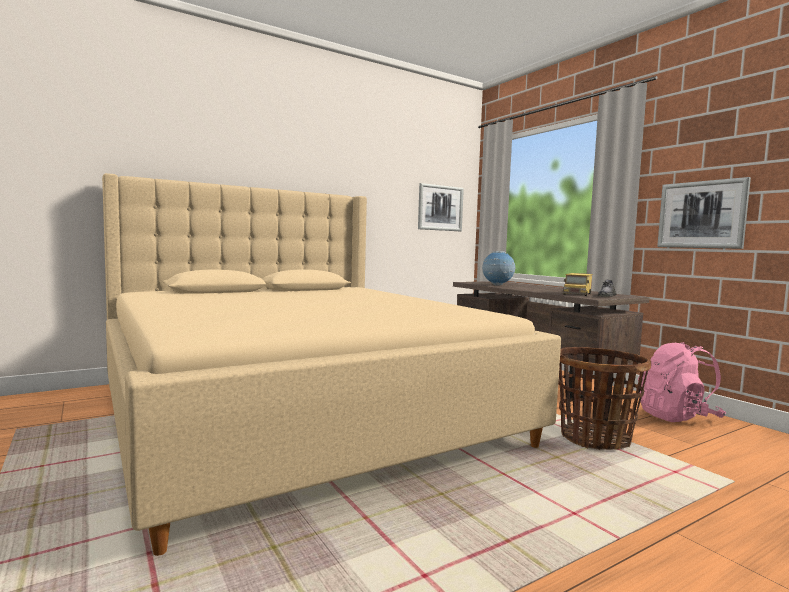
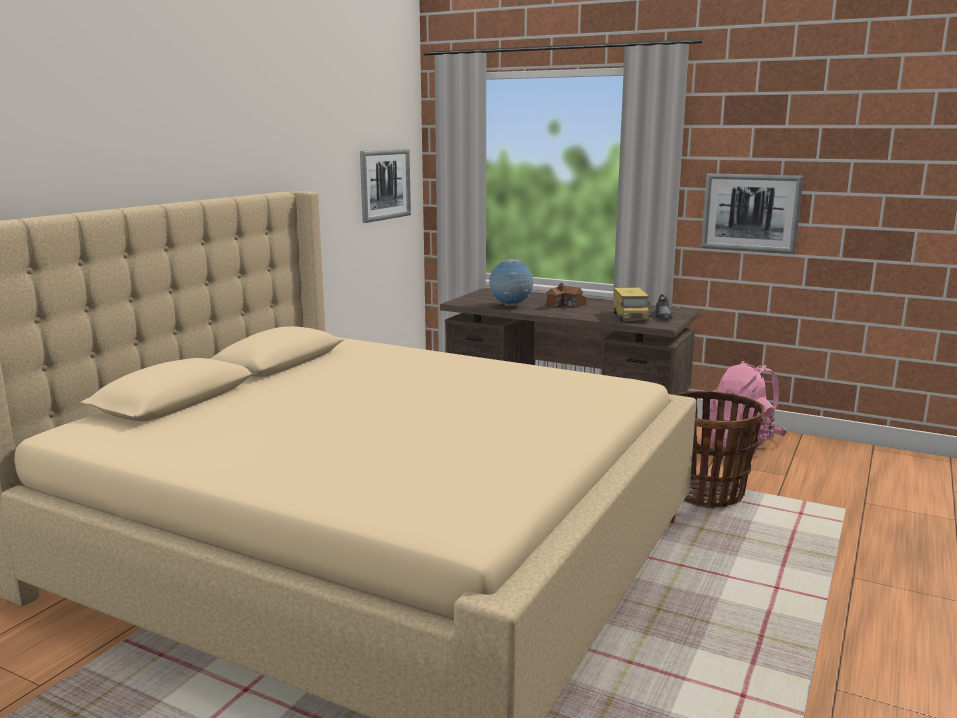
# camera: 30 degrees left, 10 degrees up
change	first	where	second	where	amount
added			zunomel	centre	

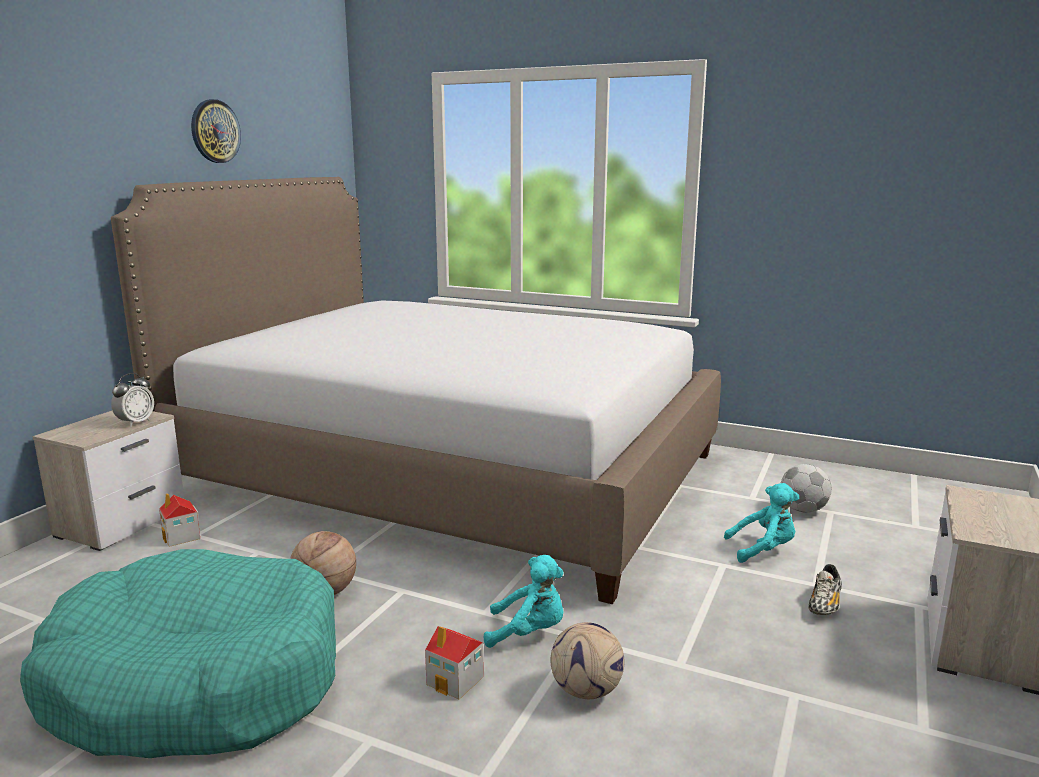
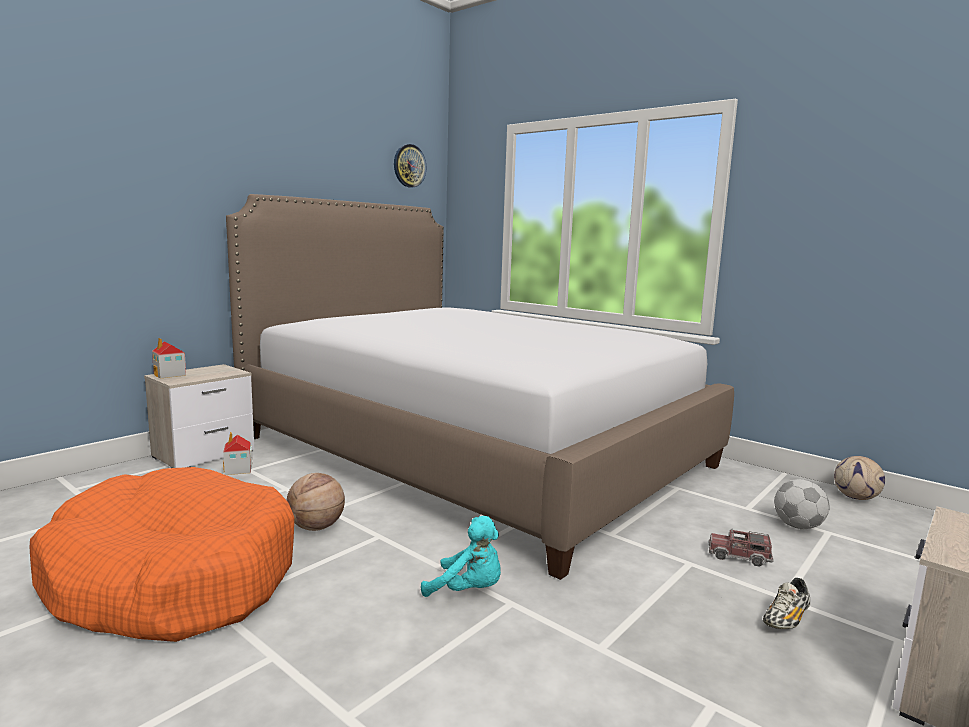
# camera: 15 degrees right, 5 degrees down
change	first	where	second	where	amount
recoloured	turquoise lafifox	bottom left	orange lafifox	bottom left	
removed	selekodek	middle left			
moved	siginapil	top left		top centre	
moved	zunomel (2nd from left in the first image)	bottom centre	zunomel (1st from left)	middle left	
moved	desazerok (1st from left in the first image)	bottom centre	desazerok (2nd from left)	middle right	
replaced	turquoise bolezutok (2nd from left)	bottom right	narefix	bottom right	

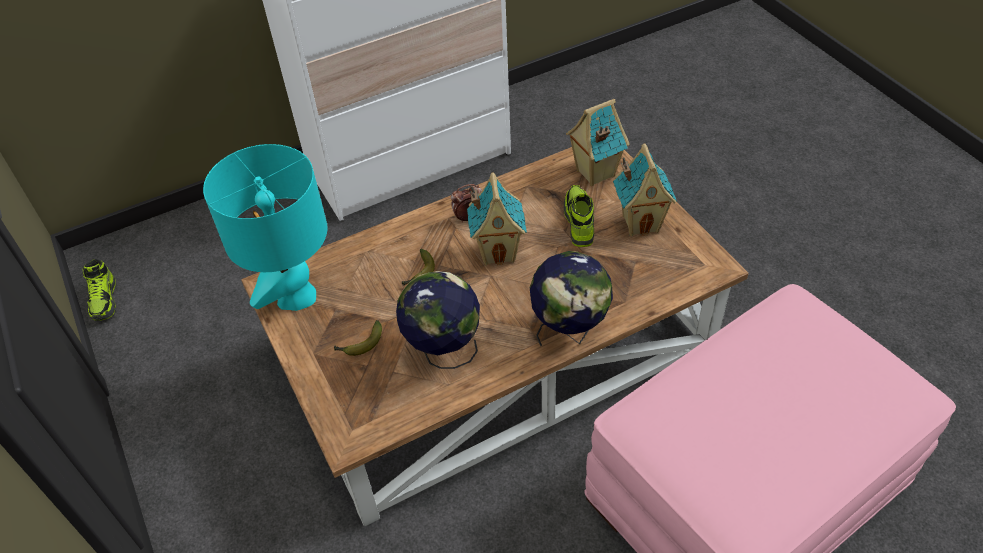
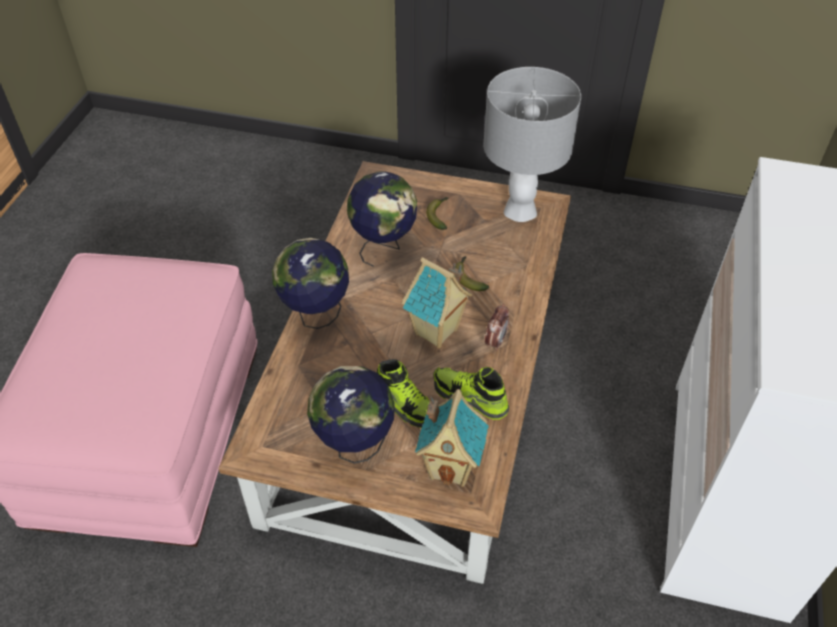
# camera: 130 degrees right, 0 degrees up
change	first	where	second	where	amount
moved	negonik (1st from left in the first image)	middle left	negonik (2nd from left)	centre	
recoloured	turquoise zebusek	middle left	grey zebusek	top centre	
replaced	zunomel (3rd from left)	centre	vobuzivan (2nd from left)	centre	

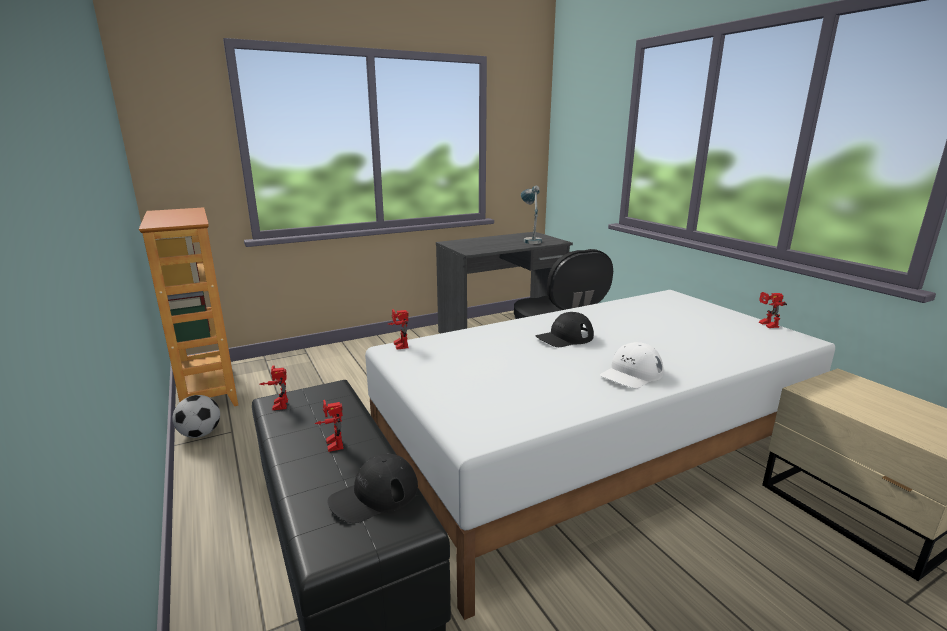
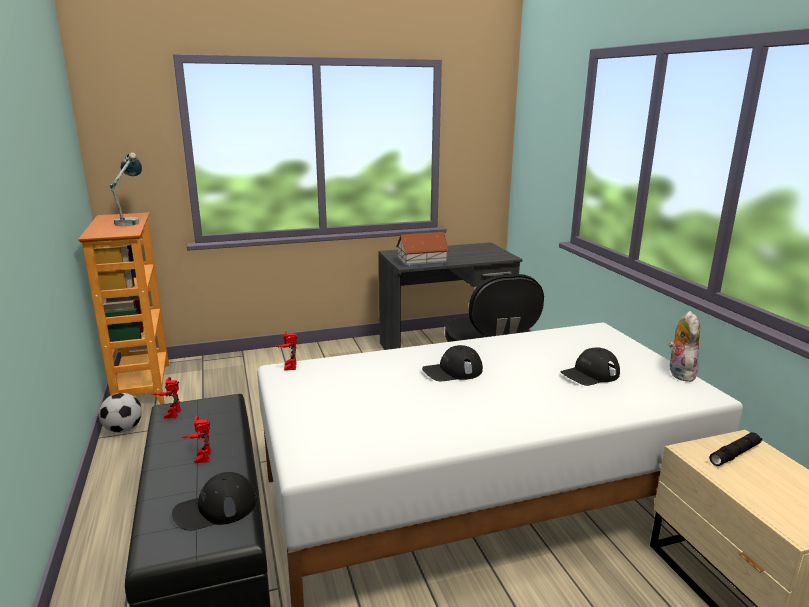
# camera: 10 degrees right, 0 degrees up
change	first	where	second	where	amount
moved	zebusek	centre		top left	
removed	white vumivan	middle right			
replaced	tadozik (4th from left)	middle right	bolezutok	middle right	
added			zunomel	centre	
added			black vumivan (3rd from left)	middle right	
added			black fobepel	bottom right	

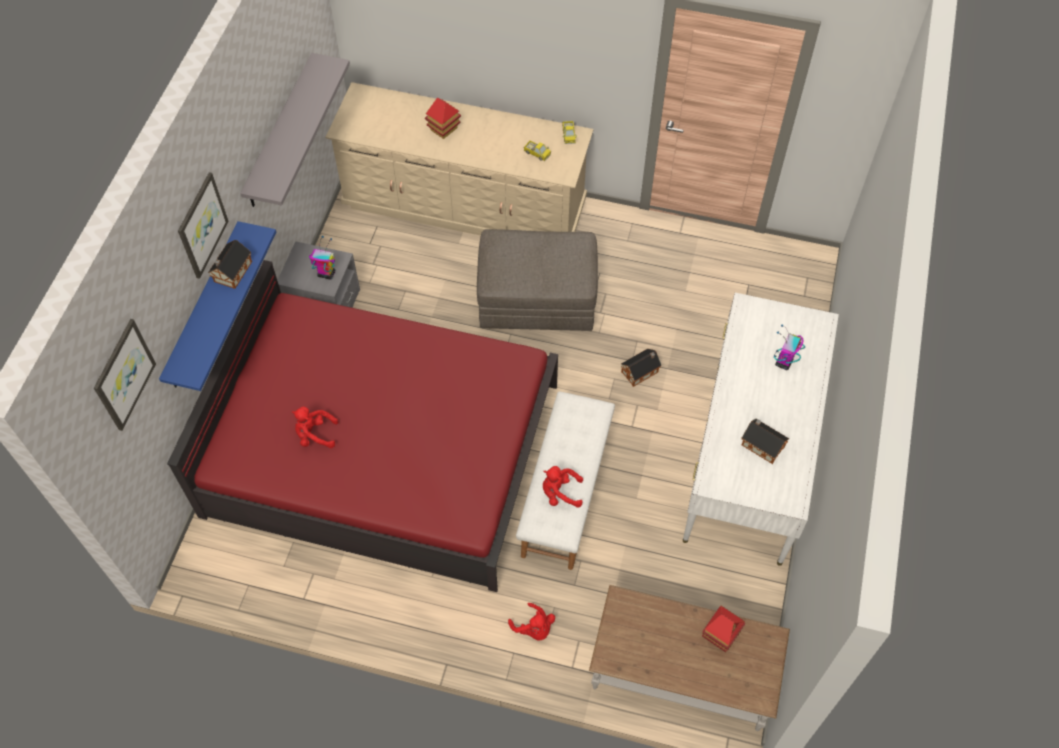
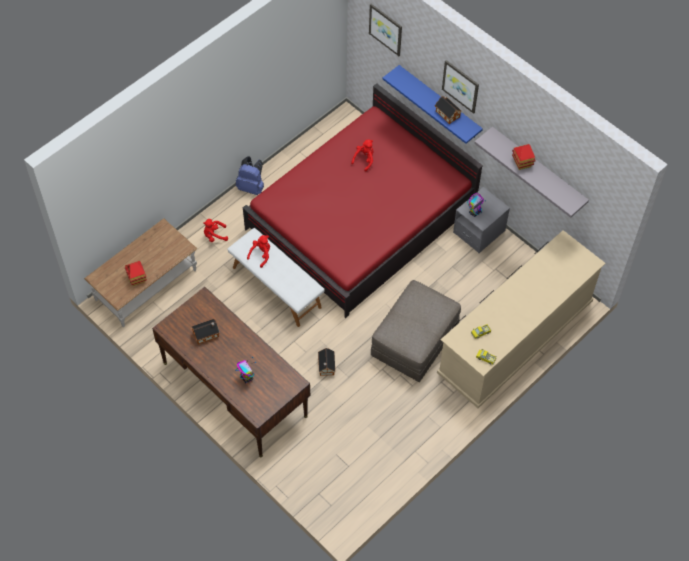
# camera: 120 degrees right, 0 degrees up
change	first	where	second	where	amount
moved	zunomel (2nd from left in the first image)	top centre	zunomel (5th from left)	top right	
recoloured	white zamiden	middle right	brown zamiden	centre	
added			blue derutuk	top centre	

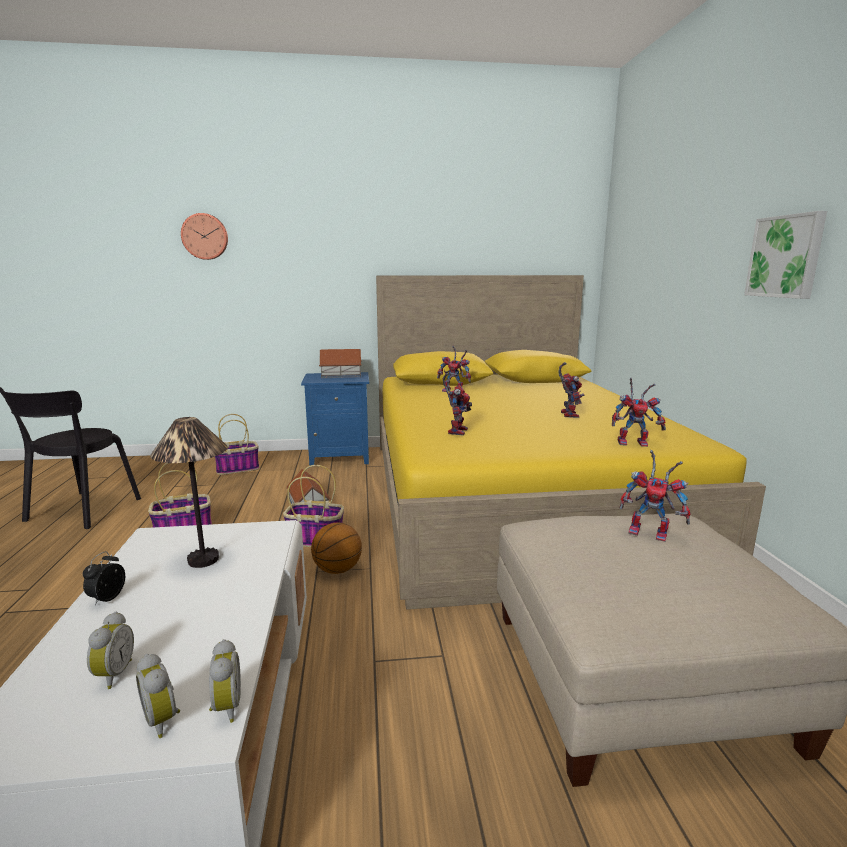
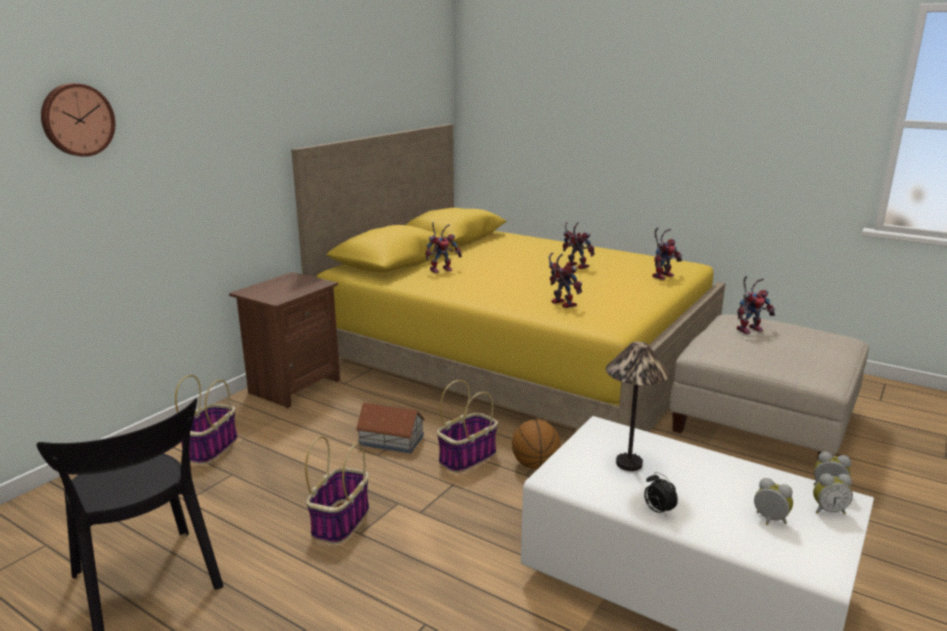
# camera: 50 degrees left, 5 degrees up
change	first	where	second	where	amount
recoloured	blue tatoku	centre	brown tatoku	middle left	
removed	zunomel (2nd from left)	centre			
removed	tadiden	top right			

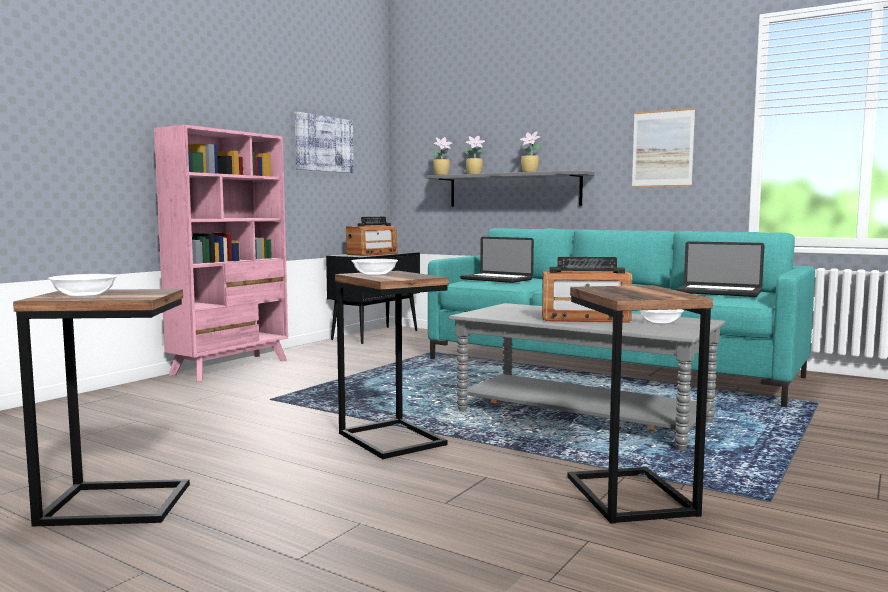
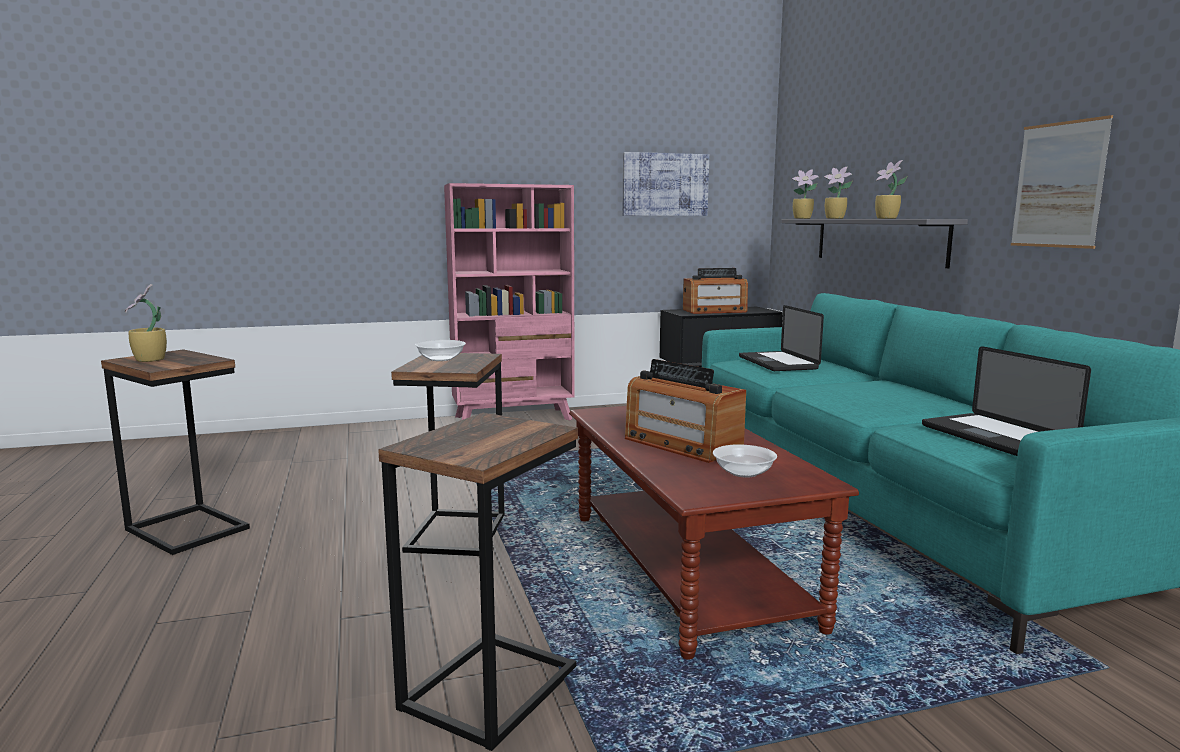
# camera: 40 degrees right, 5 degrees up
change	first	where	second	where	amount
replaced	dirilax (1st from left)	middle left	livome (1st from left)	middle left	
recoloured	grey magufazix	centre	brown magufazix	bottom centre	

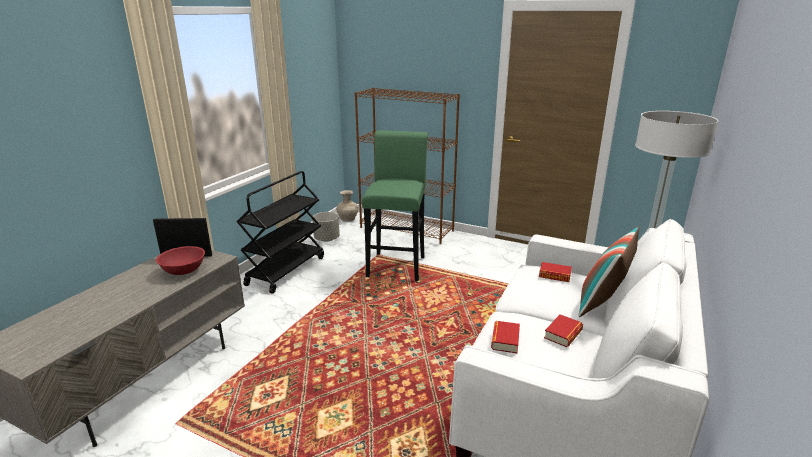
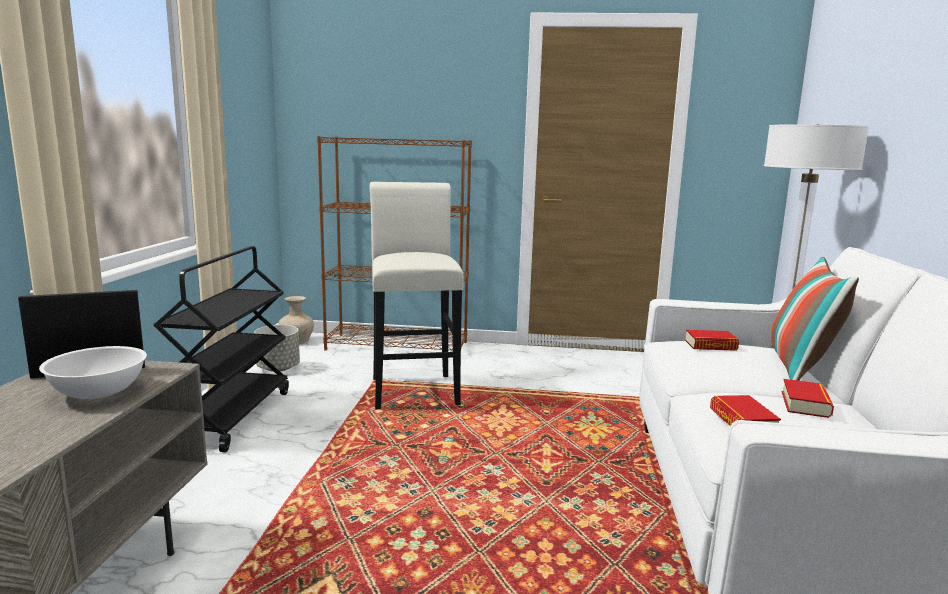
# camera: 20 degrees left, 10 degrees down
change	first	where	second	where	amount
recoloured	red dirilax	middle left	white dirilax	middle left	
recoloured	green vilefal	centre	white vilefal	centre	

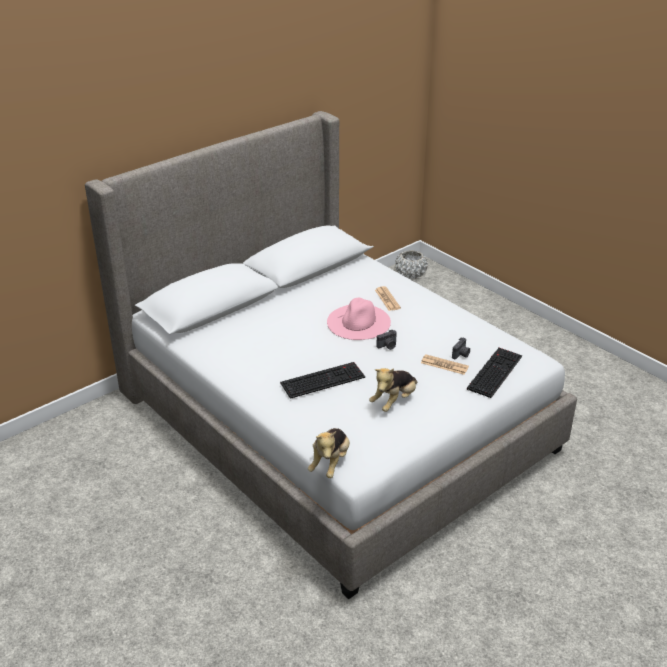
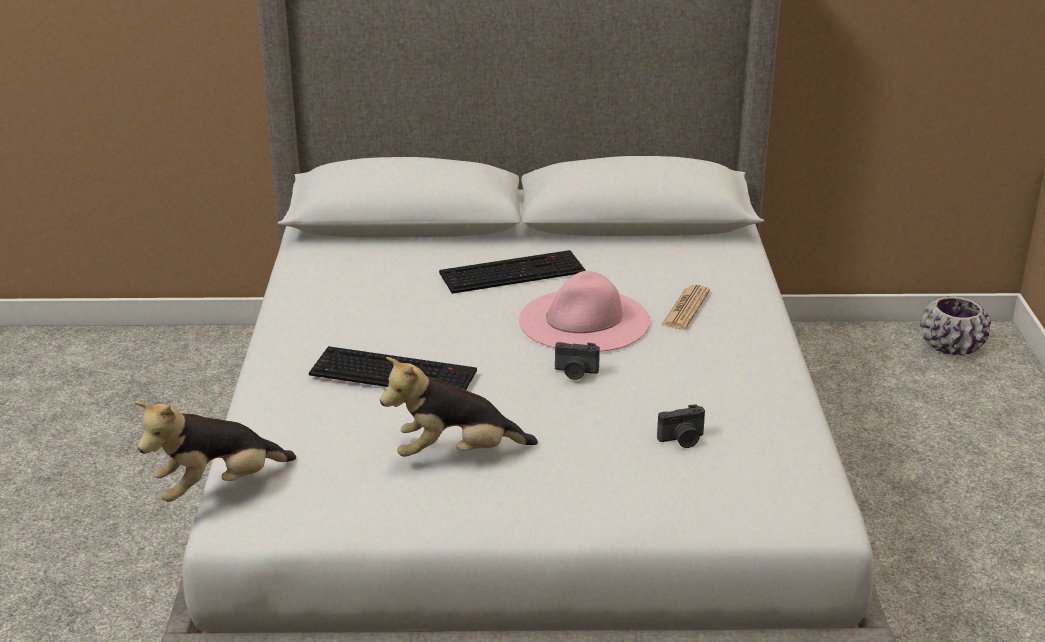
# camera: 40 degrees right, 5 degrees down
change	first	where	second	where	amount
recoloured	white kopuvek	centre	purple kopuvek	middle right	
removed	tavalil (2nd from left)	middle right			
moved	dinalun (2nd from left)	middle right		centre	

